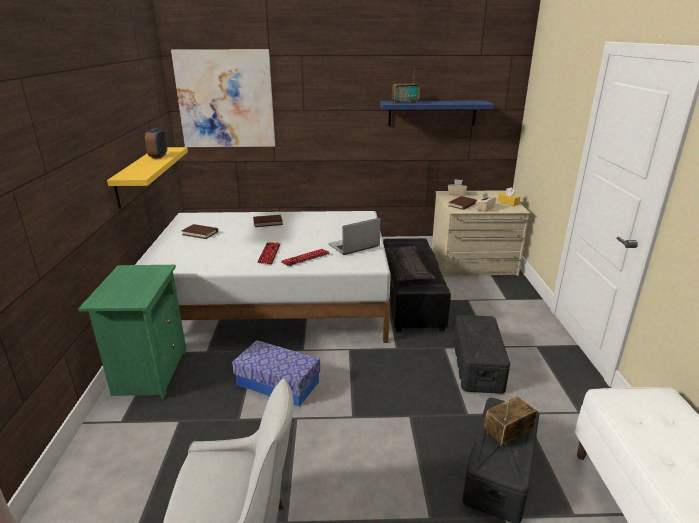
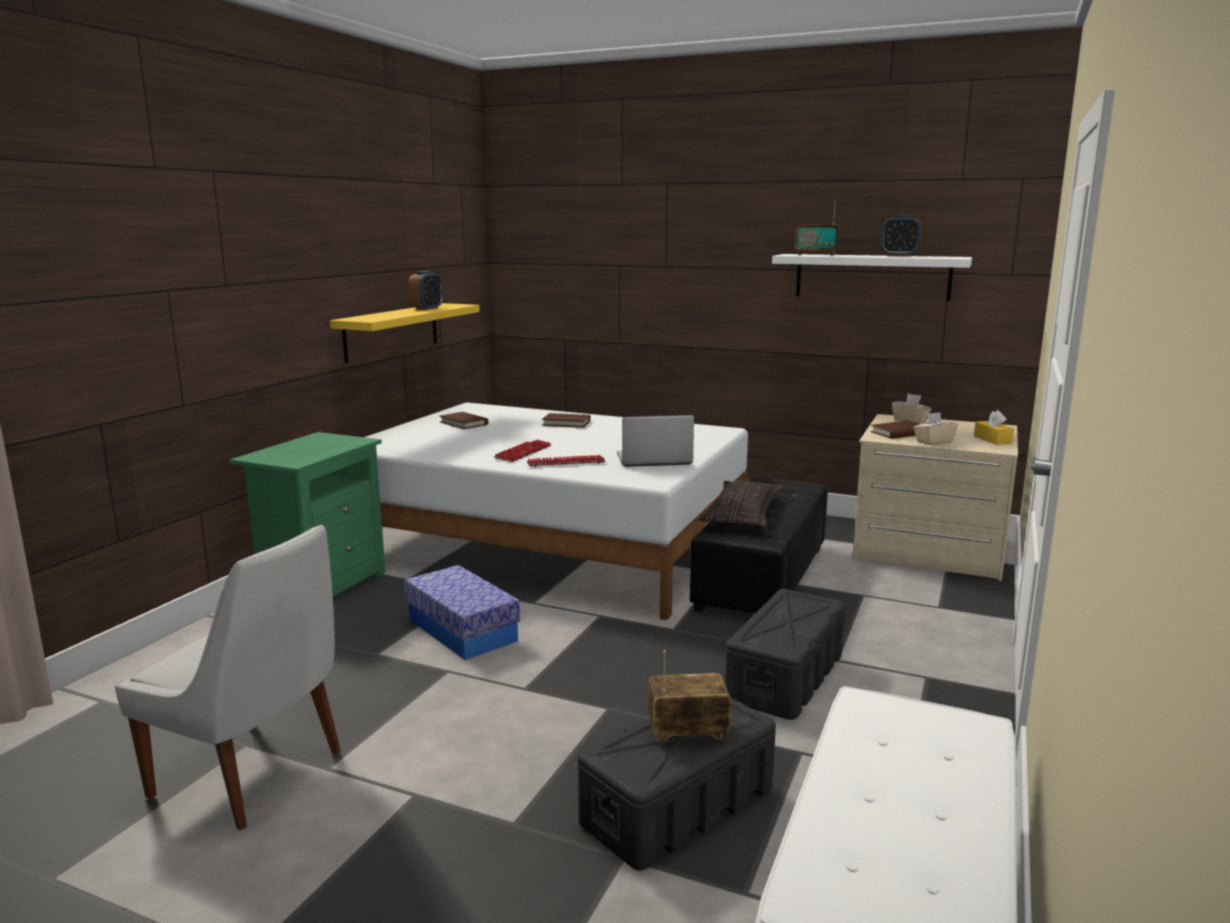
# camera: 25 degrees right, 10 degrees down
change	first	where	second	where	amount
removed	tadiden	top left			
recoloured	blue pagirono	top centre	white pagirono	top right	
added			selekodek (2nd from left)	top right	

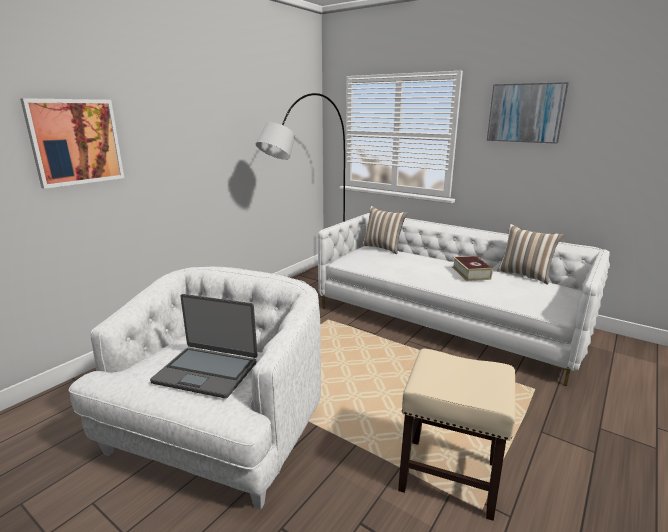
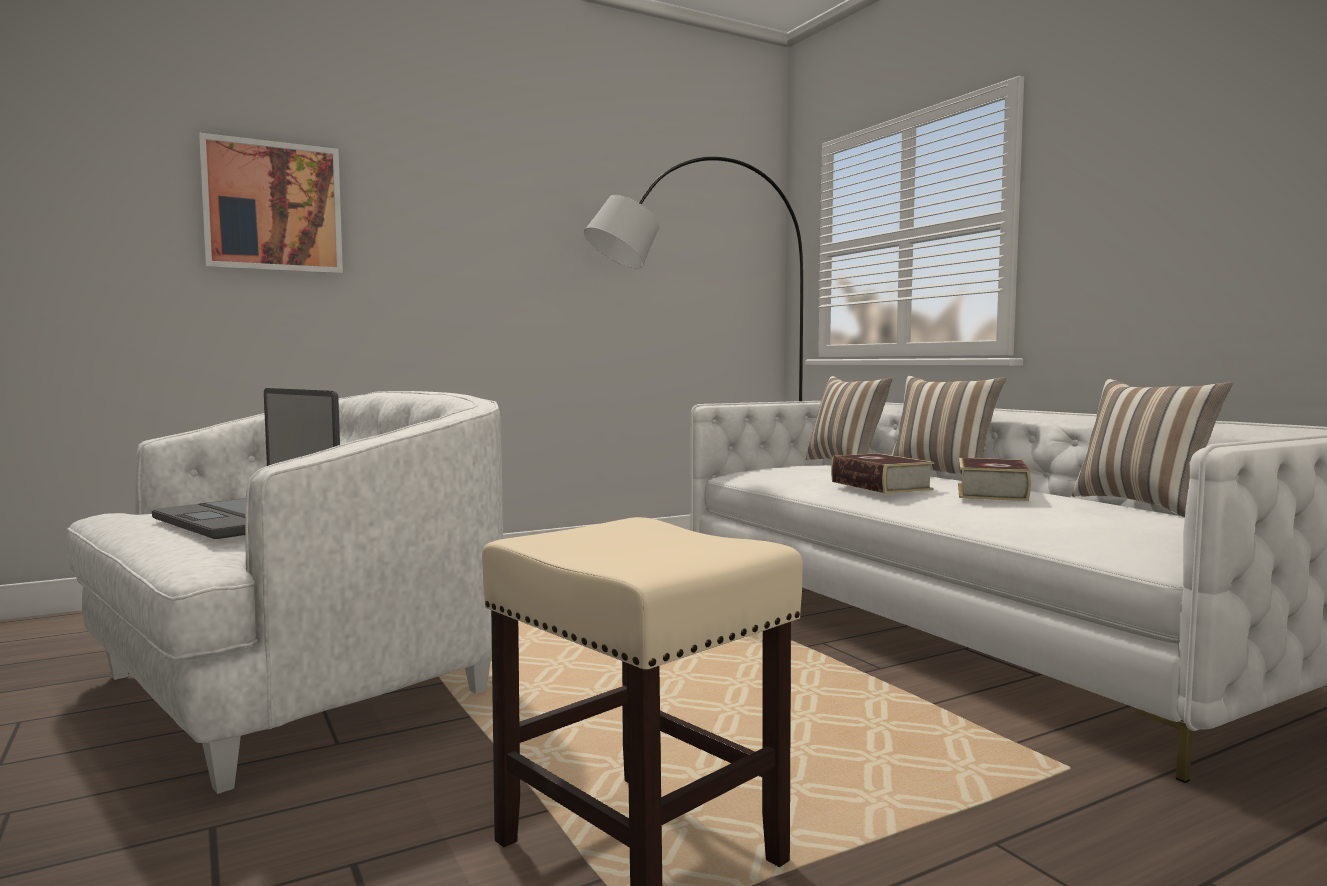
# camera: 25 degrees right, 15 degrees down
change	first	where	second	where	amount
removed	tadiden (2nd from left)	top right			
added			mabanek (1st from left)	centre	
added			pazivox (2nd from left)	middle right	

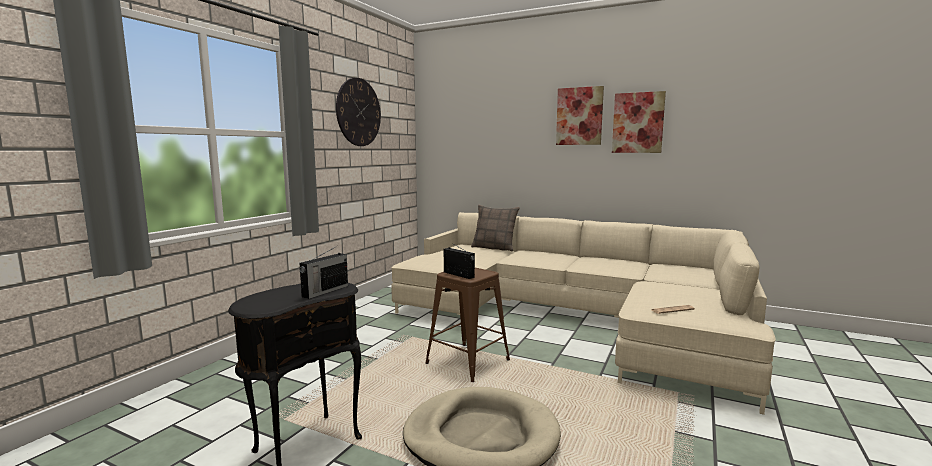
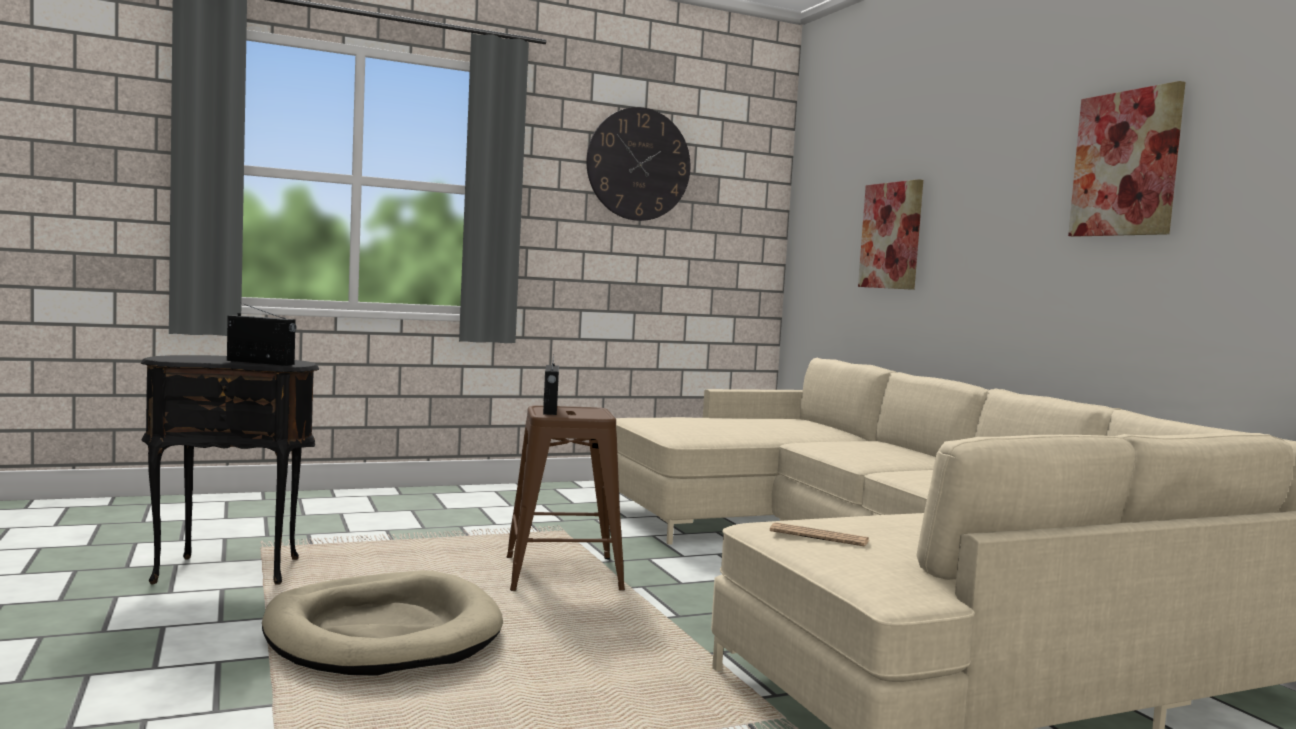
# camera: 40 degrees right, 5 degrees down
change	first	where	second	where	amount
turned	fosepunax (1st from left)	centre		middle left	150 degrees counterclockwise
removed	pazivox	centre			
moved	tadiden (1st from left)	top centre		top right	

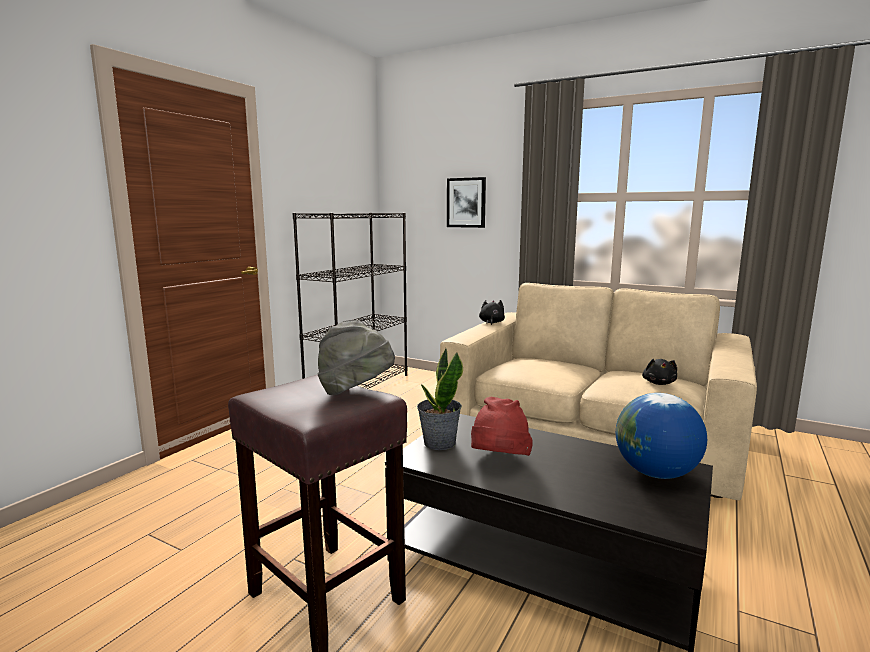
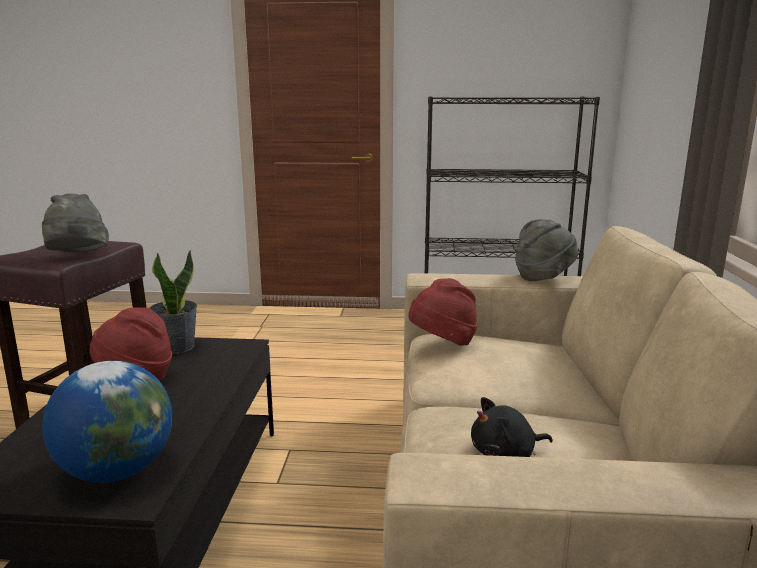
# camera: 65 degrees right, 5 degrees up
change	first	where	second	where	amount
removed	tadiden	top centre			
replaced	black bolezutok (1st from left)	centre	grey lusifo (2nd from left)	middle right	
added			red lusifo (2nd from left)	centre	

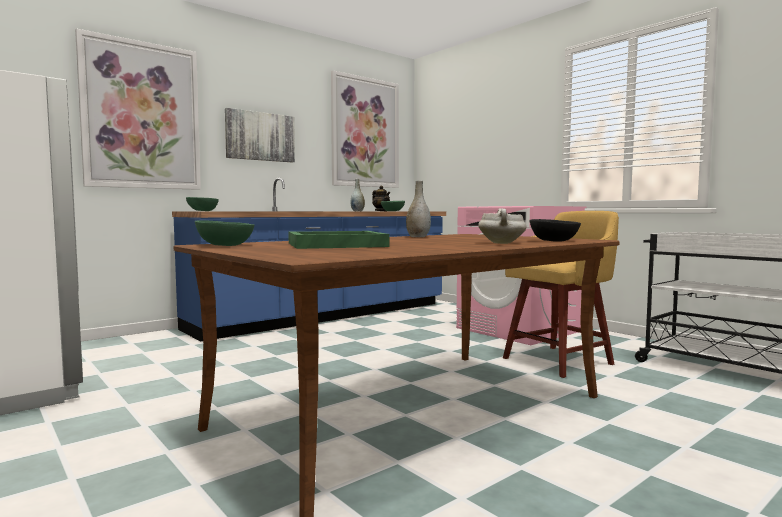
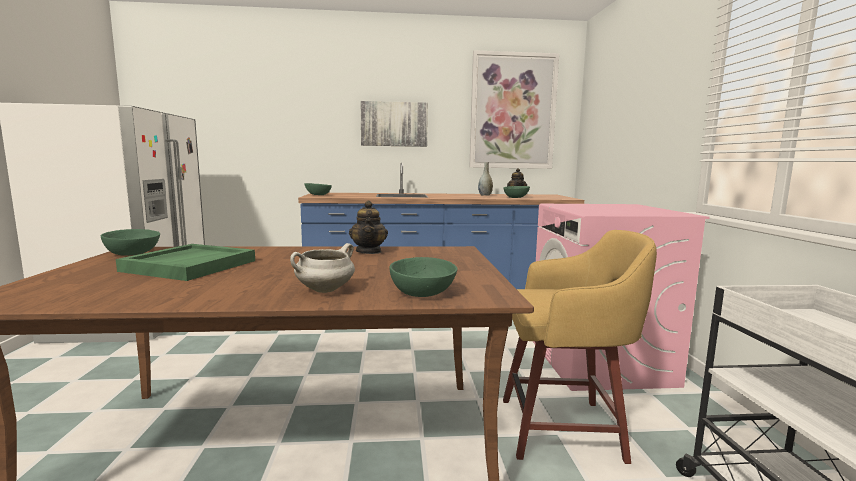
# camera: 35 degrees right, 5 degrees up
change	first	where	second	where	amount
removed	tadiden (1st from left)	top left			
replaced	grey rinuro (2nd from left)	centre	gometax (1st from left)	centre	
recoloured	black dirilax	middle right	green dirilax (3rd from left)	centre	

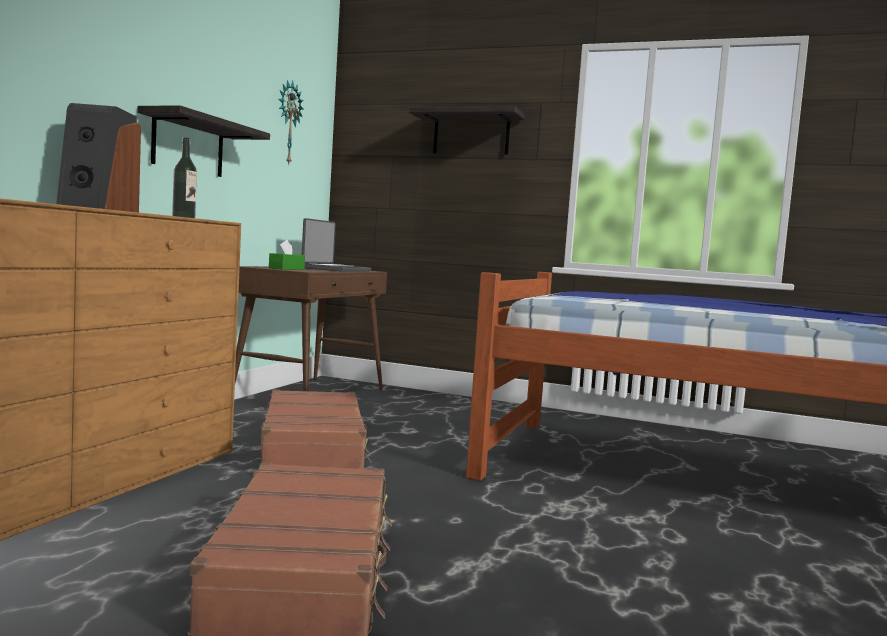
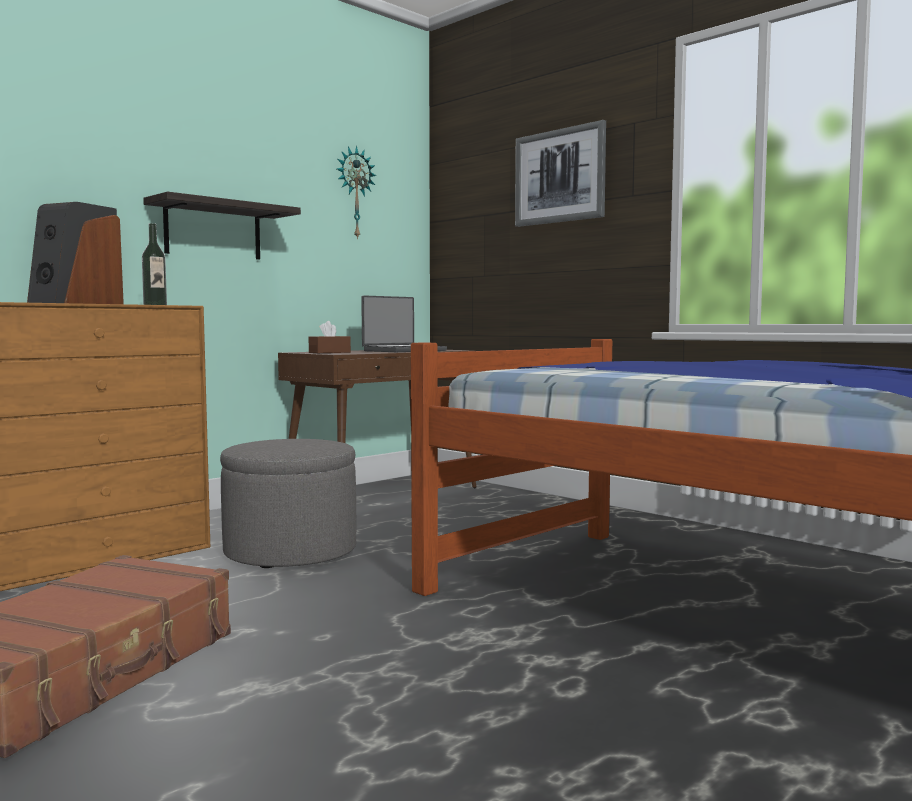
# camera: 25 degrees right, 0 degrees up
change	first	where	second	where	amount
replaced	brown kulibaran (2nd from left)	bottom centre	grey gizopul	middle left	
recoloured	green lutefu	middle left	brown lutefu	centre	
replaced	pagirono (2nd from left)	top centre	tadiden	top centre	

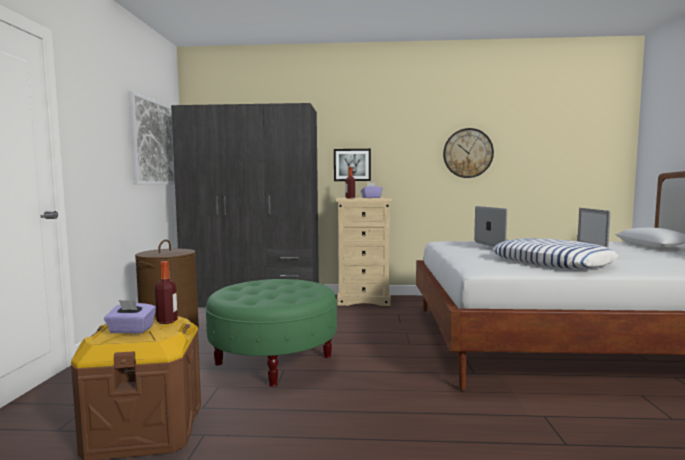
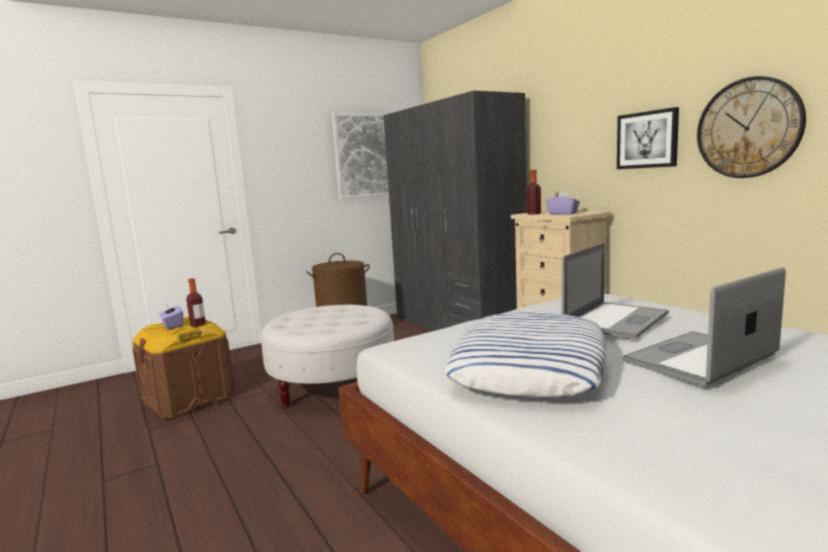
# camera: 55 degrees right, 5 degrees up
change	first	where	second	where	amount
recoloured	green gizopul	bottom centre	white gizopul	centre	
moved	tadiden (2nd from left)	centre		top right	

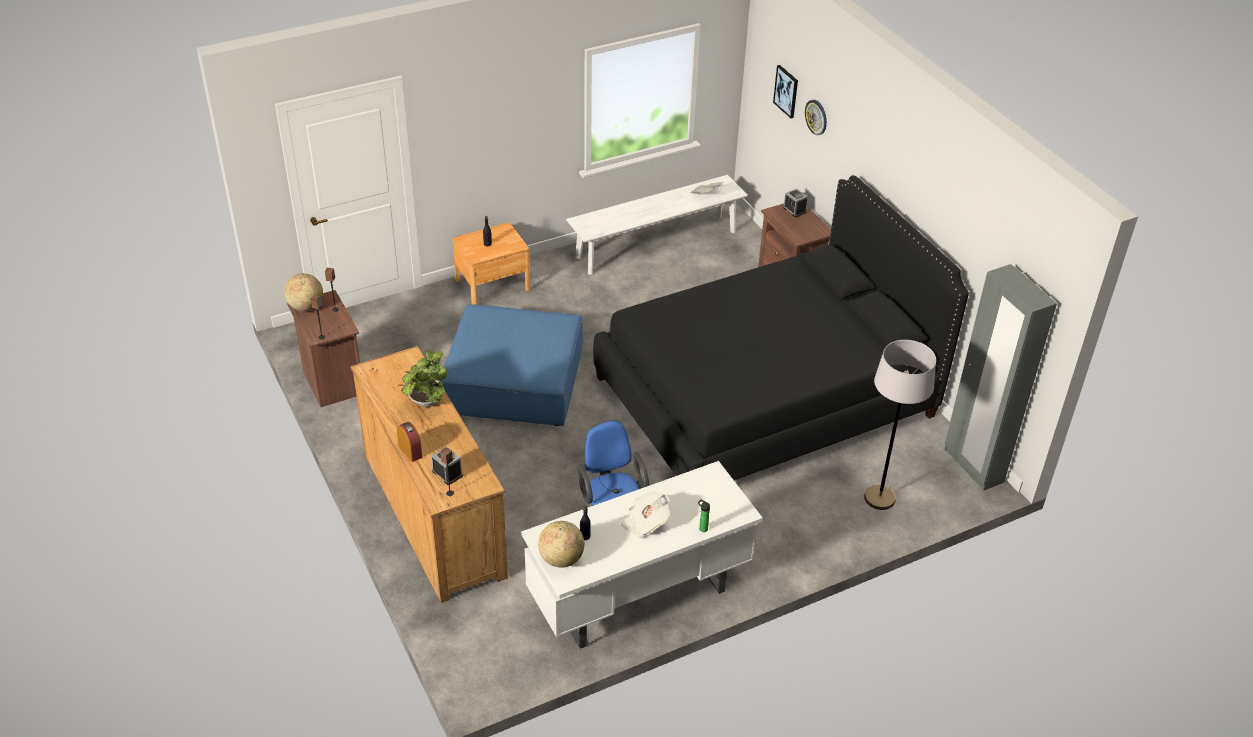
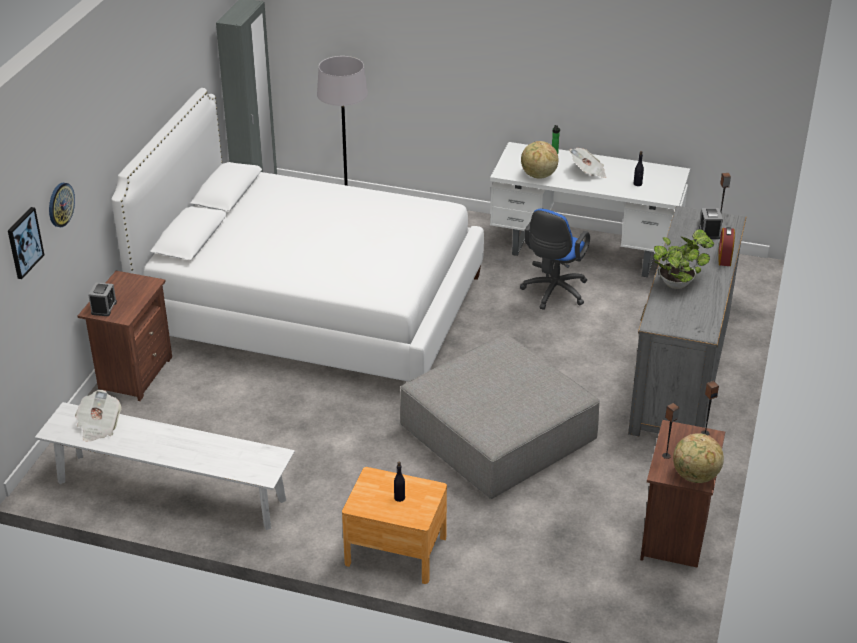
# camera: 135 degrees left, 5 degrees down
change	first	where	second	where	amount
recoloured	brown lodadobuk	centre	grey lodadobuk	middle right	
recoloured	blue gizopul	centre	grey gizopul	centre	
moved	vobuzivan (2nd from left in the first image)	bottom centre	vobuzivan (1st from left)	top centre	
recoloured	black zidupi	centre	white zidupi	centre	

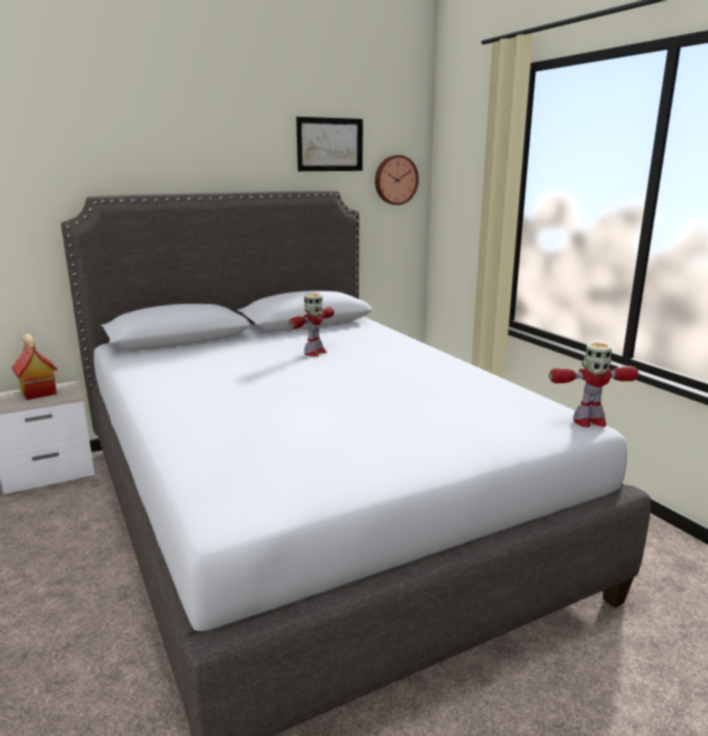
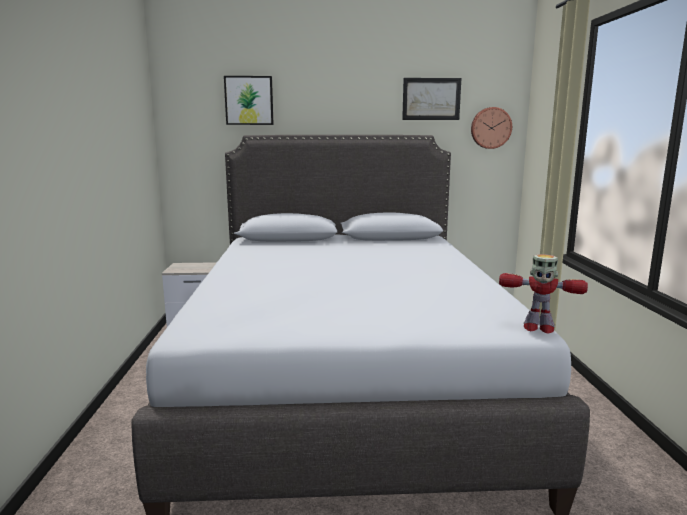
# camera: 25 degrees right, 5 degrees down
change	first	where	second	where	amount
removed	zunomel	middle left			
removed	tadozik (1st from left)	centre			
added			tadiden (1st from left)	top centre	

